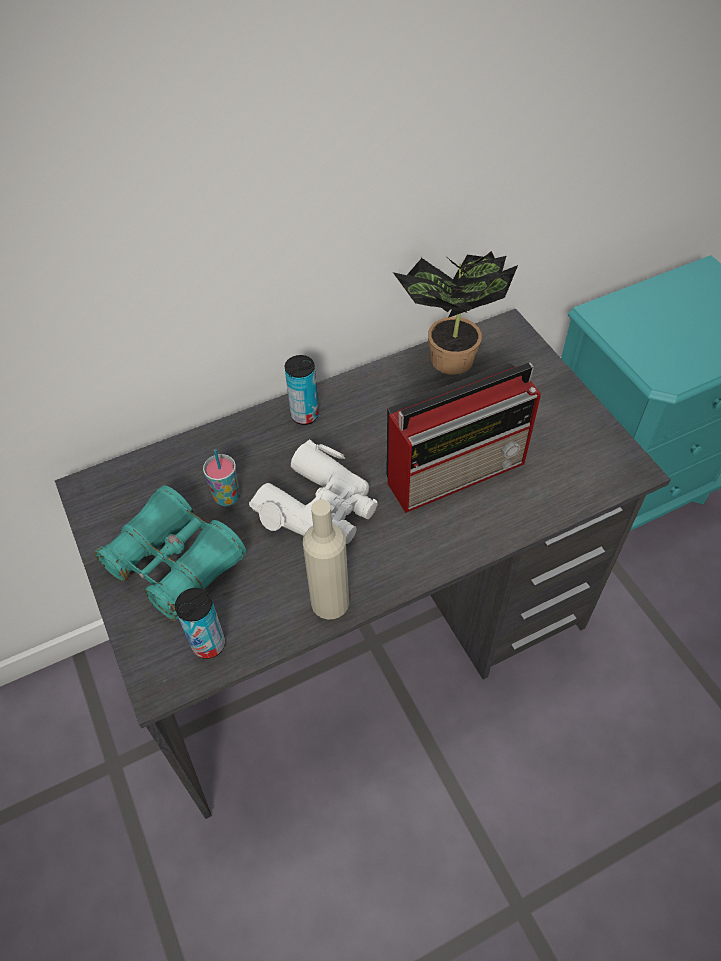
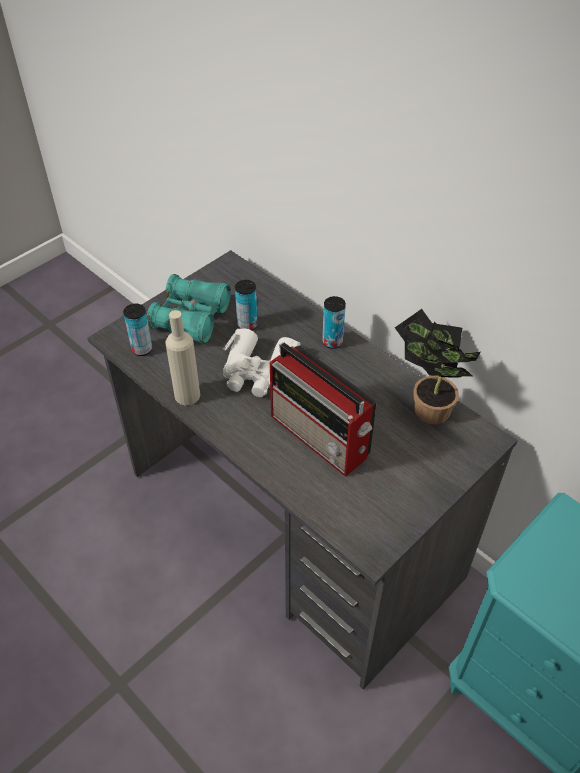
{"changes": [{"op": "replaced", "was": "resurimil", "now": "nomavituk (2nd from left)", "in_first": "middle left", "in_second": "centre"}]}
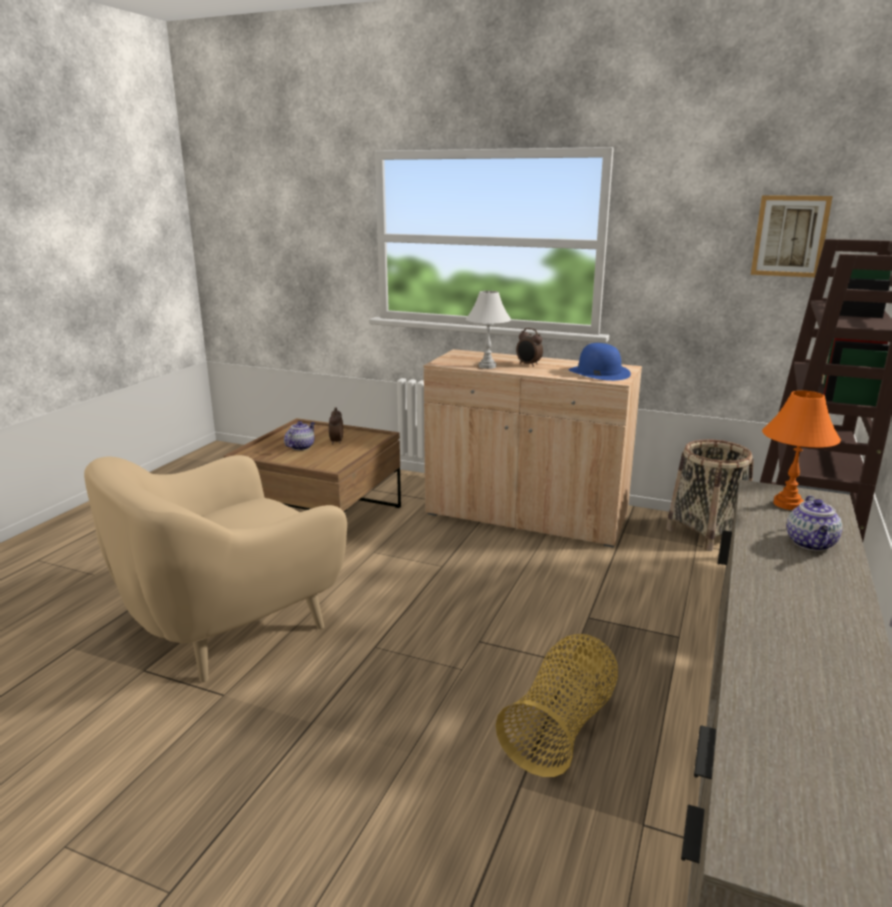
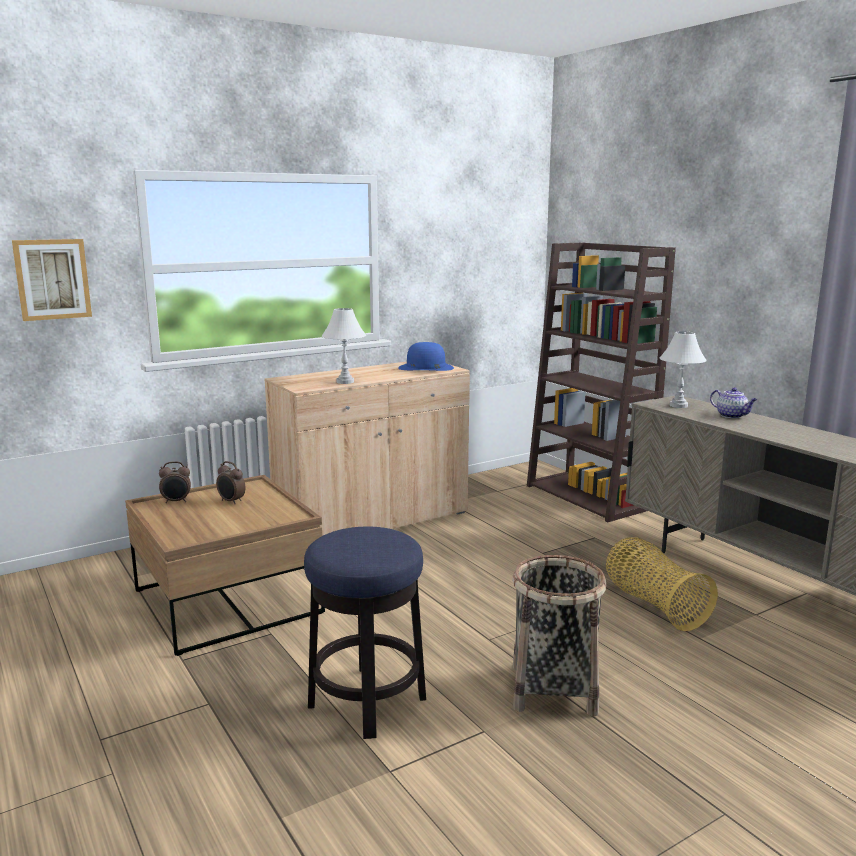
{"changes": [{"op": "moved", "was": "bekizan", "in_first": "top right", "in_second": "top left"}, {"op": "moved", "was": "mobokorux (2nd from left in the first image)", "now": "mobokorux (1st from left)", "in_first": "centre", "in_second": "middle left"}, {"op": "replaced", "was": "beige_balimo", "now": "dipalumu", "in_first": "middle left", "in_second": "bottom centre"}, {"op": "moved", "was": "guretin (2nd from left in the first image)", "now": "guretin (1st from left)", "in_first": "middle right", "in_second": "bottom centre"}, {"op": "recoloured", "was": "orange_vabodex", "now": "white_vabodex (2nd from left)", "in_first": "middle right", "in_second": "middle right"}, {"op": "removed", "was": "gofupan (1st from left)", "in_first": "centre"}]}
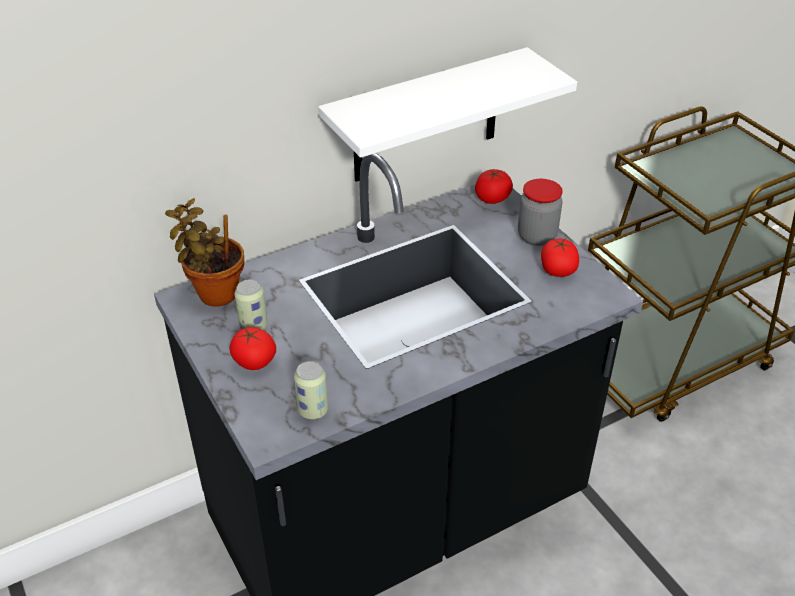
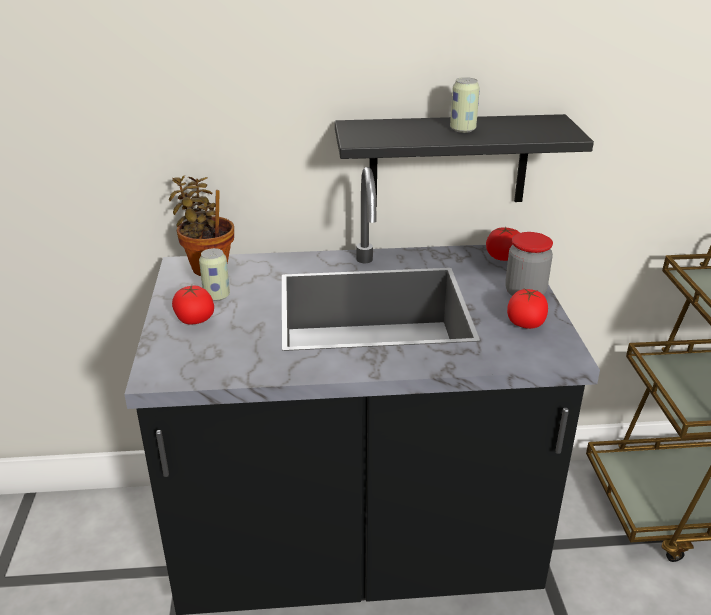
{"changes": [{"op": "recoloured", "was": "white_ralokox", "now": "black_ralokox", "in_first": "top centre", "in_second": "top centre"}, {"op": "moved", "was": "nomavituk (2nd from left)", "in_first": "centre", "in_second": "top centre"}]}
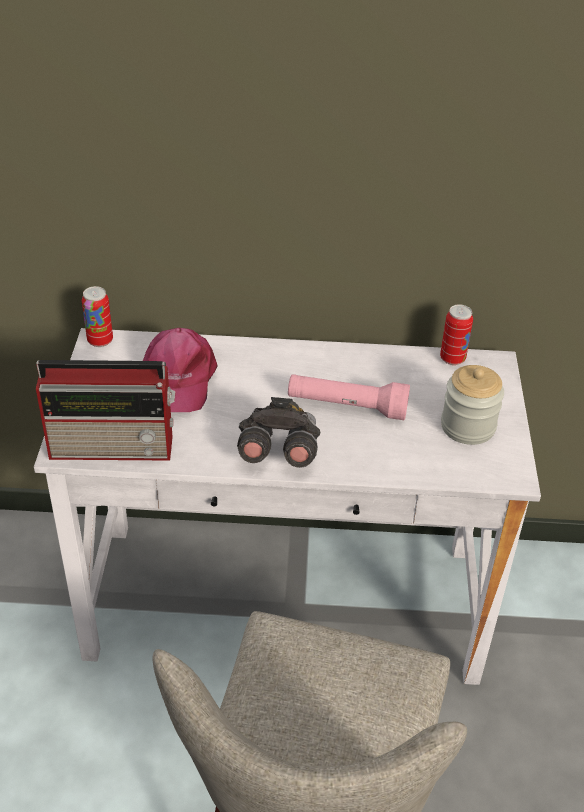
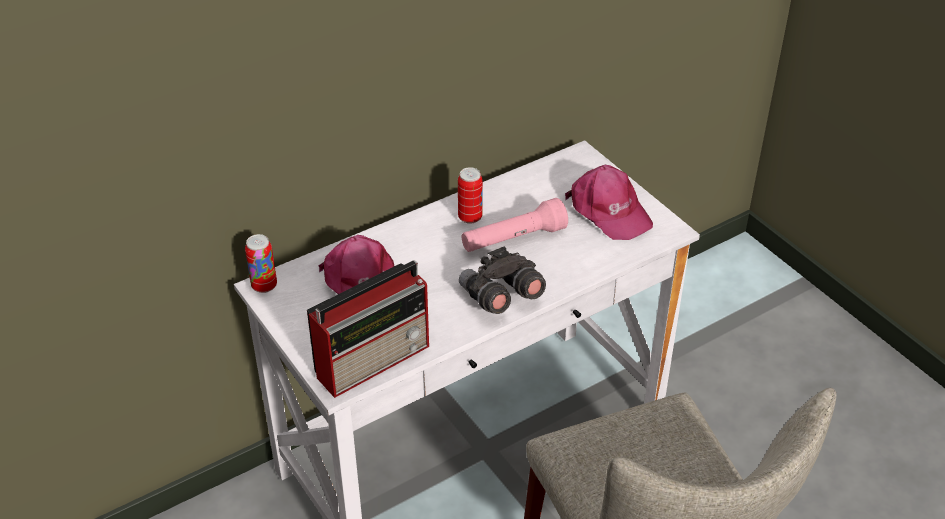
{"changes": [{"op": "moved", "was": "nomavituk (2nd from left)", "in_first": "middle right", "in_second": "centre"}, {"op": "replaced", "was": "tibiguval", "now": "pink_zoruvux (2nd from left)", "in_first": "middle right", "in_second": "centre"}]}
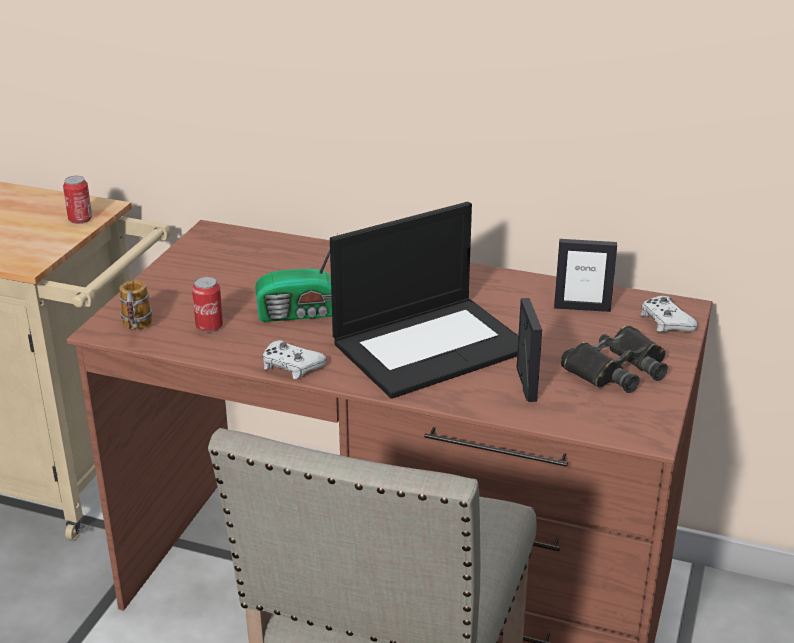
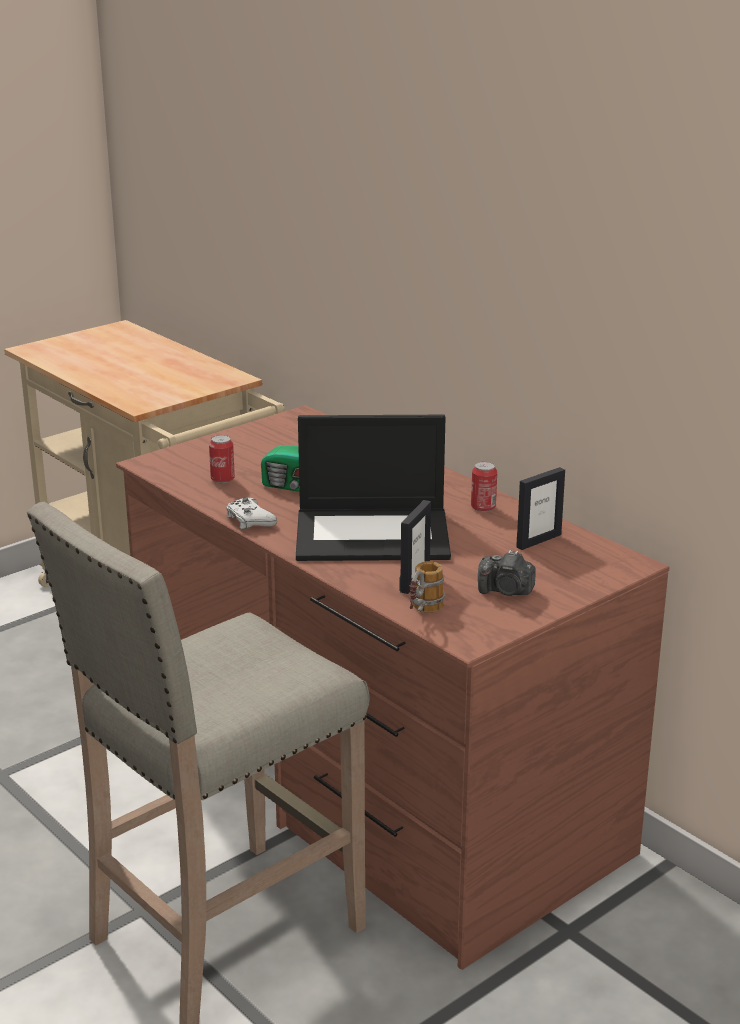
{"changes": [{"op": "moved", "was": "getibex", "in_first": "middle left", "in_second": "centre"}, {"op": "moved", "was": "nomavituk (1st from left in the first image)", "now": "nomavituk (2nd from left)", "in_first": "top left", "in_second": "centre"}, {"op": "replaced", "was": "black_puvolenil", "now": "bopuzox", "in_first": "middle right", "in_second": "middle right"}, {"op": "turned", "was": "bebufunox (2nd from left)", "in_first": "middle right", "in_second": "middle right", "clockwise": -75}, {"op": "removed", "was": "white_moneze (2nd from left)", "in_first": "middle right"}]}
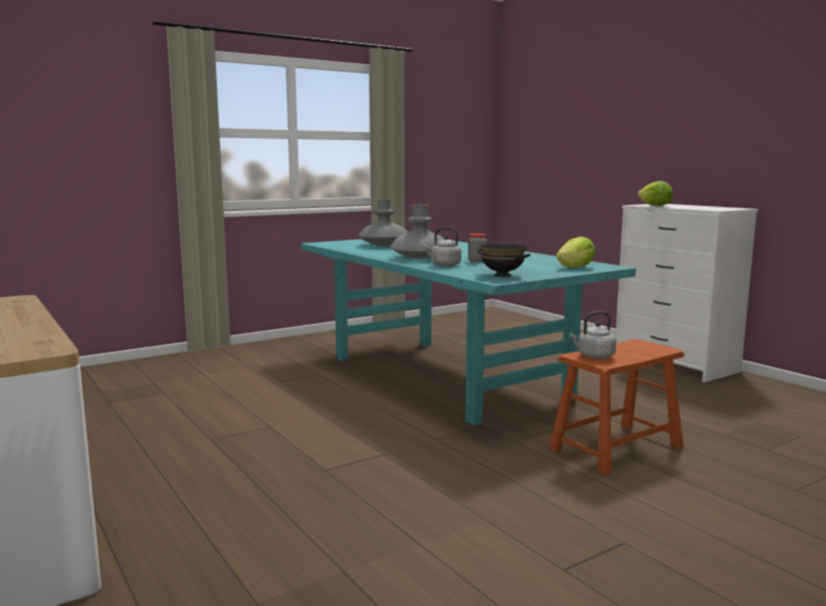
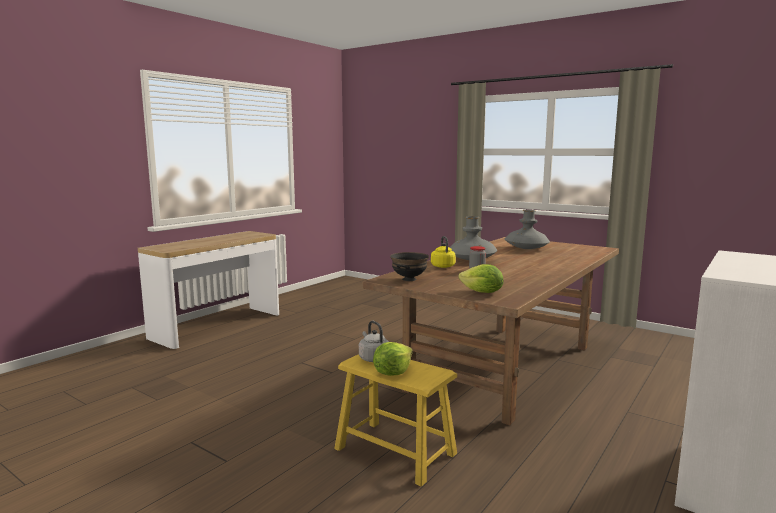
{"changes": [{"op": "recoloured", "was": "brown_dipalumu", "now": "yellow_dipalumu", "in_first": "bottom right", "in_second": "bottom centre"}, {"op": "recoloured", "was": "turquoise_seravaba", "now": "brown_seravaba", "in_first": "centre", "in_second": "centre"}, {"op": "moved", "was": "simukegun (2nd from left in the first image)", "now": "simukegun (1st from left)", "in_first": "top right", "in_second": "bottom centre"}, {"op": "recoloured", "was": "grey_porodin (1st from left)", "now": "yellow_porodin", "in_first": "centre", "in_second": "centre"}]}
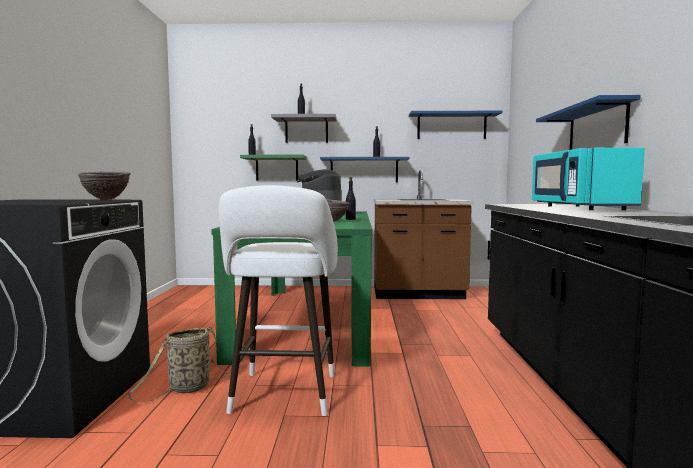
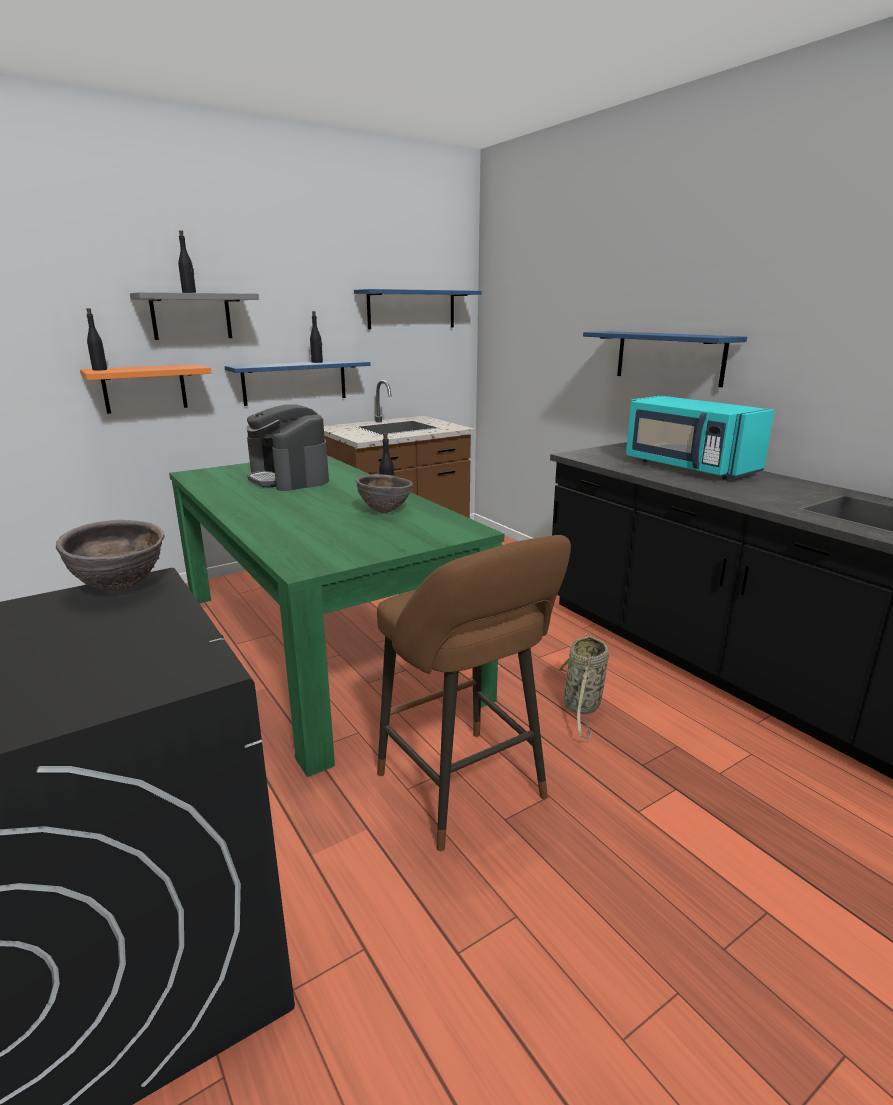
{"changes": [{"op": "recoloured", "was": "green_ralokox", "now": "orange_ralokox", "in_first": "centre", "in_second": "middle left"}, {"op": "recoloured", "was": "white_dipalumu", "now": "brown_dipalumu", "in_first": "centre", "in_second": "centre"}, {"op": "moved", "was": "guretin", "in_first": "bottom left", "in_second": "centre"}]}
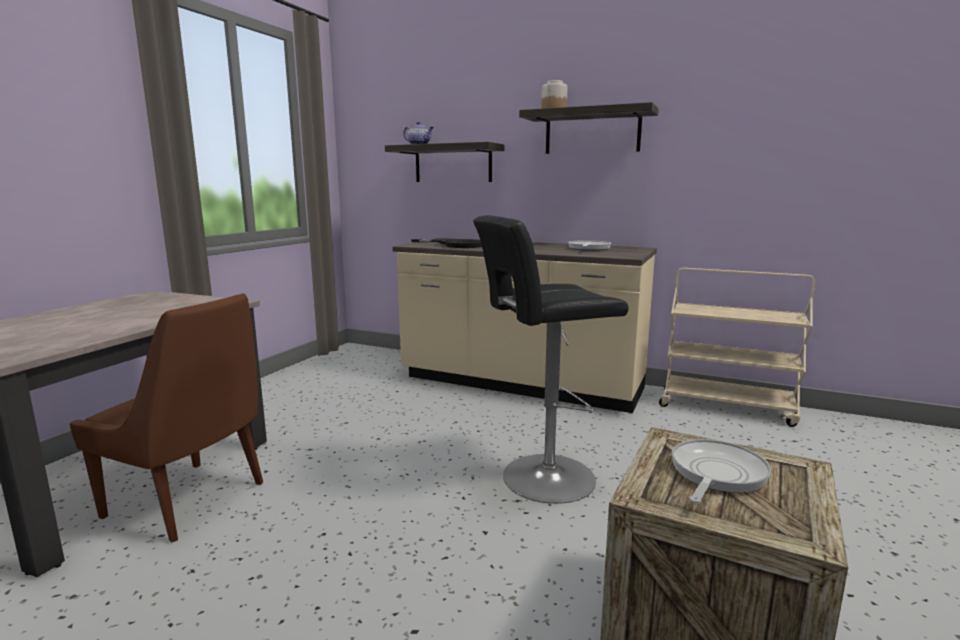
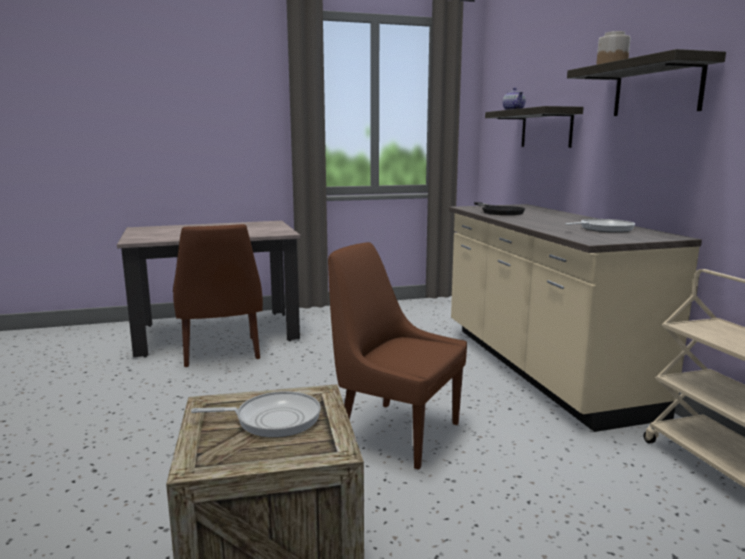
{"changes": [{"op": "replaced", "was": "black_dipalumu", "now": "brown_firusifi (2nd from left)", "in_first": "centre", "in_second": "centre"}]}
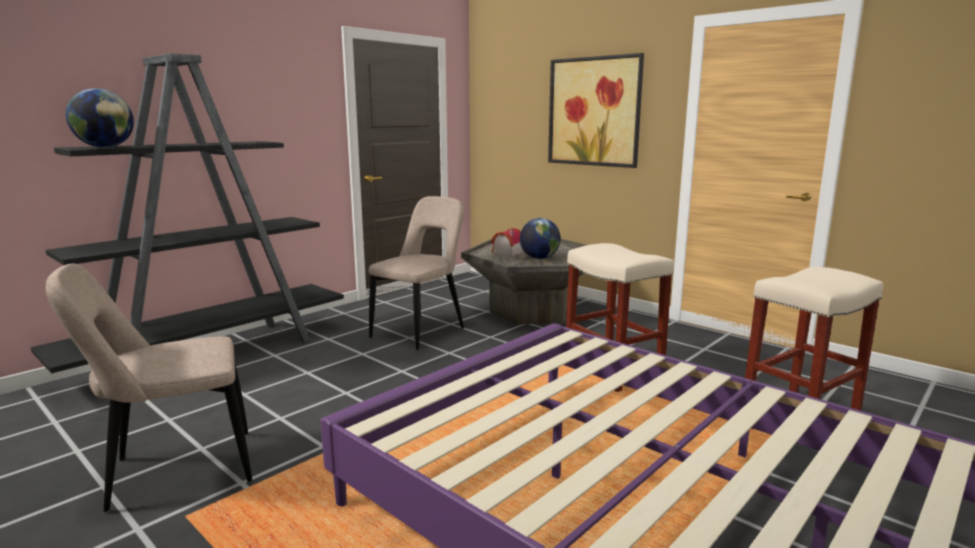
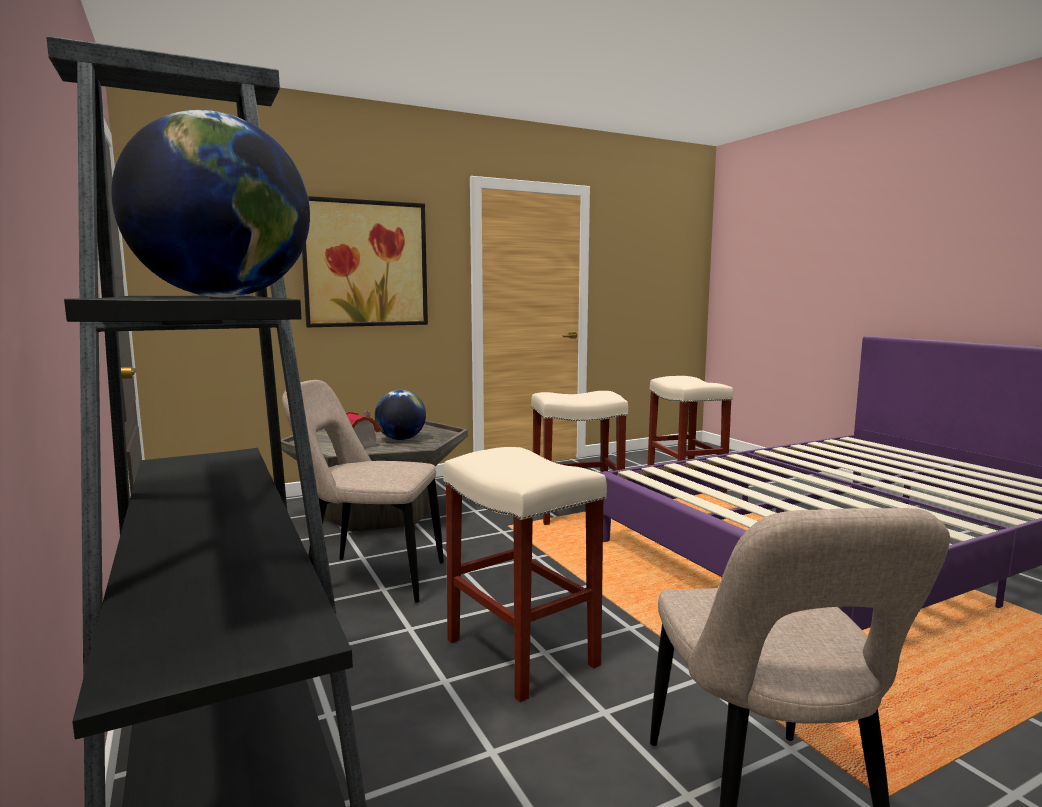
{"changes": [{"op": "turned", "was": "beige_firusifi (2nd from left in the first image)", "in_first": "centre", "in_second": "centre", "clockwise": -45}, {"op": "added", "now": "beige_dipalumu (1st from left)", "in_second": "bottom centre"}]}
